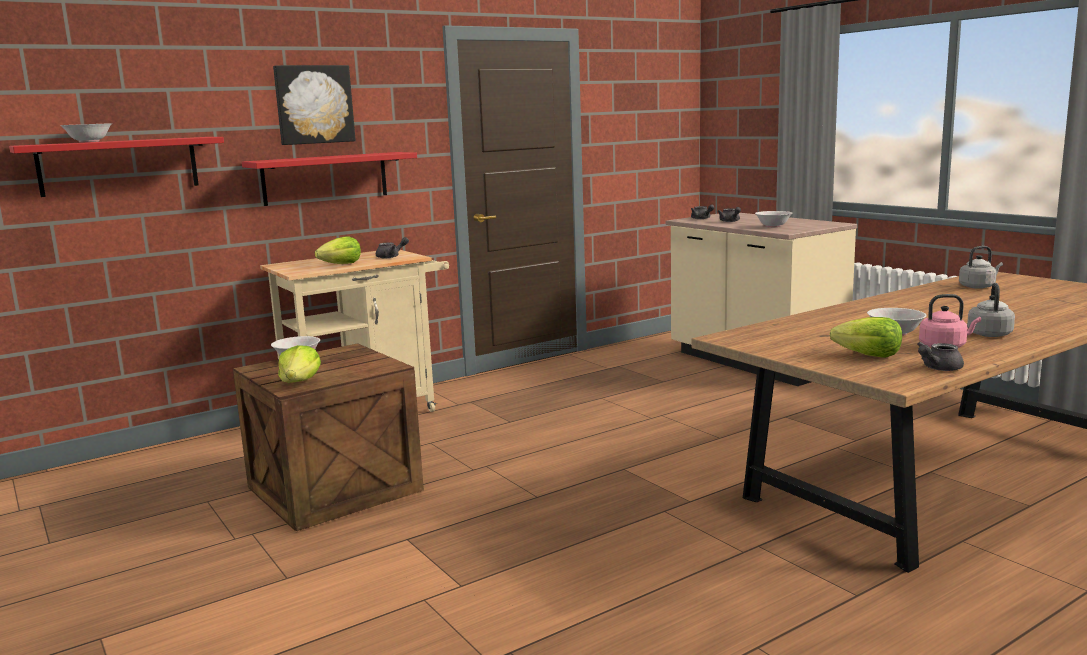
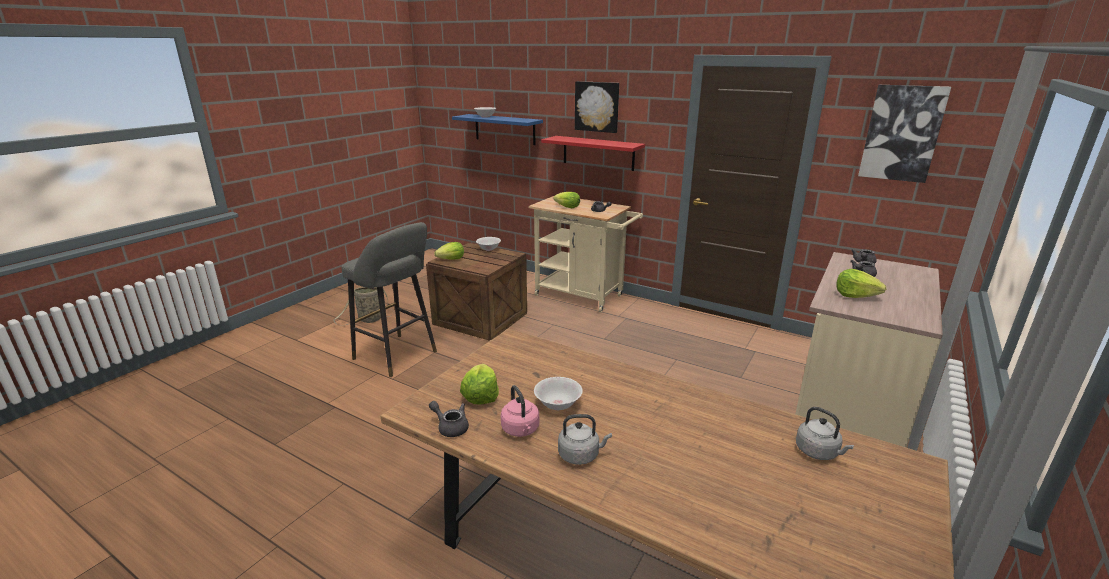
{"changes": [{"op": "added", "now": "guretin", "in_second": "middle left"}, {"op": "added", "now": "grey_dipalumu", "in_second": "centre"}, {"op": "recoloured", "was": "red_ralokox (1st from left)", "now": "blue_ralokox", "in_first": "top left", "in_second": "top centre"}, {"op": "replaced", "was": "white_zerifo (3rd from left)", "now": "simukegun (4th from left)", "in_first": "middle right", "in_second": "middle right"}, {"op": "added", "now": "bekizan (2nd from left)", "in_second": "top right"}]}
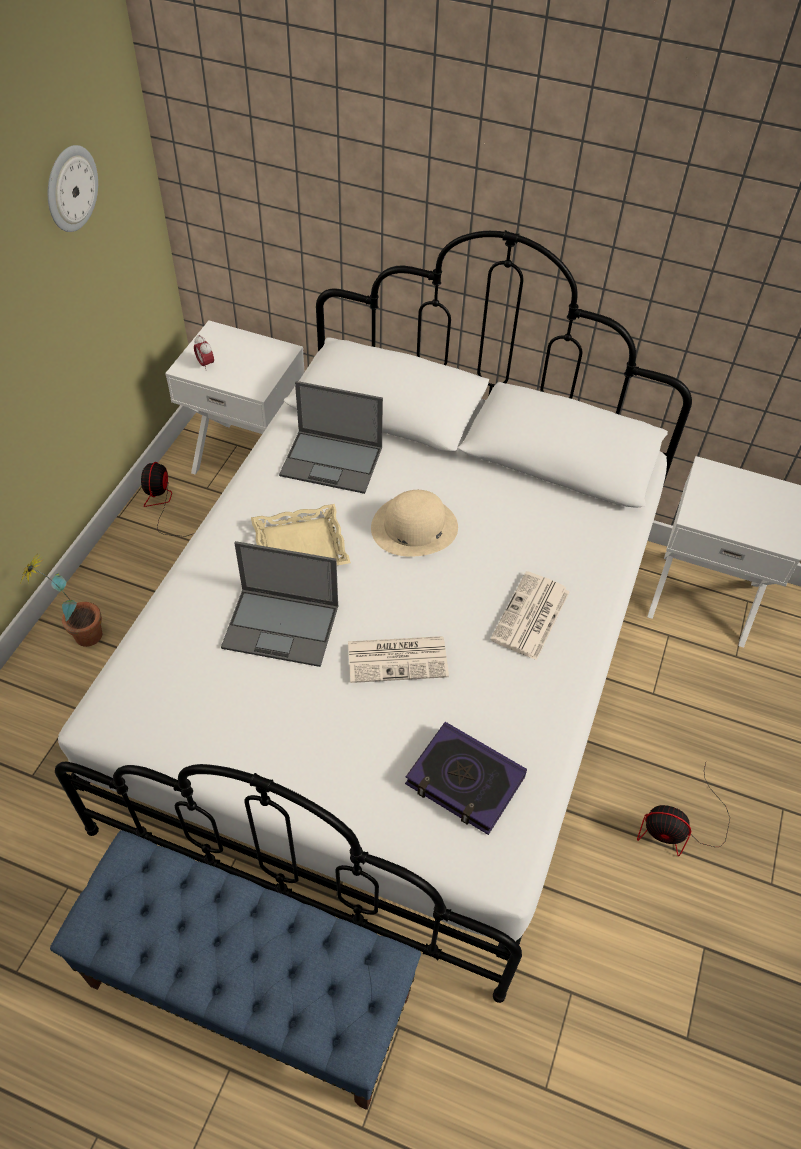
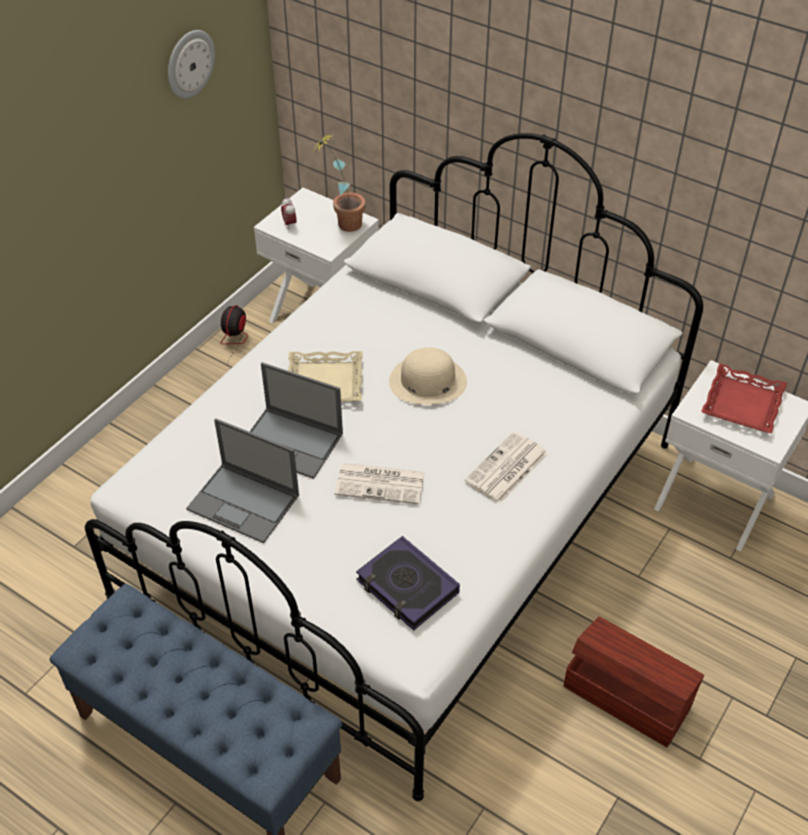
{"changes": [{"op": "moved", "was": "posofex (2nd from left in the first image)", "now": "posofex (1st from left)", "in_first": "centre", "in_second": "middle left"}, {"op": "moved", "was": "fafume", "in_first": "middle left", "in_second": "top centre"}, {"op": "replaced", "was": "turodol (2nd from left)", "now": "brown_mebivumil", "in_first": "bottom right", "in_second": "bottom right"}, {"op": "added", "now": "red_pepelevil", "in_second": "middle right"}]}
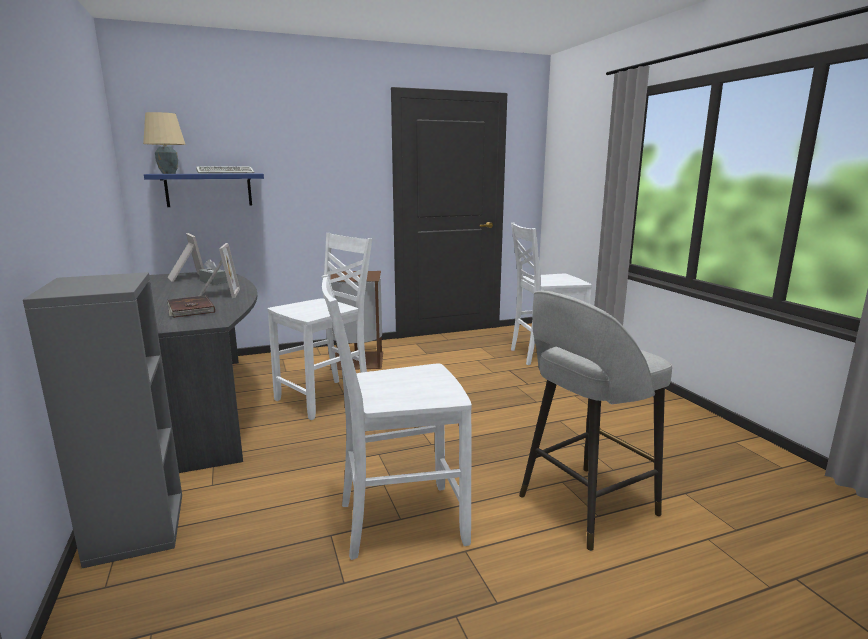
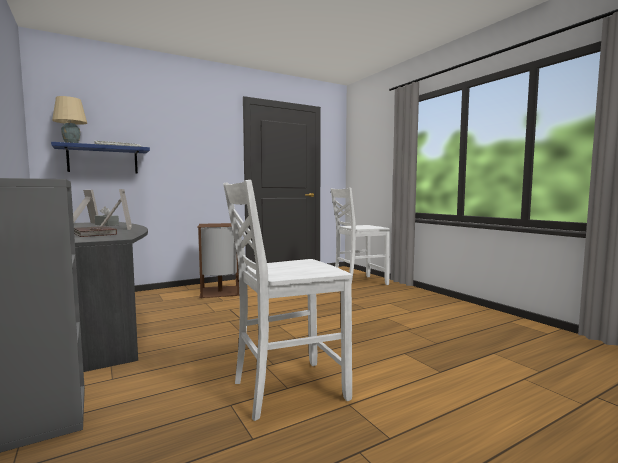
{"changes": [{"op": "removed", "was": "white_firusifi (1st from left)", "in_first": "centre"}, {"op": "removed", "was": "grey_dipalumu", "in_first": "middle right"}]}
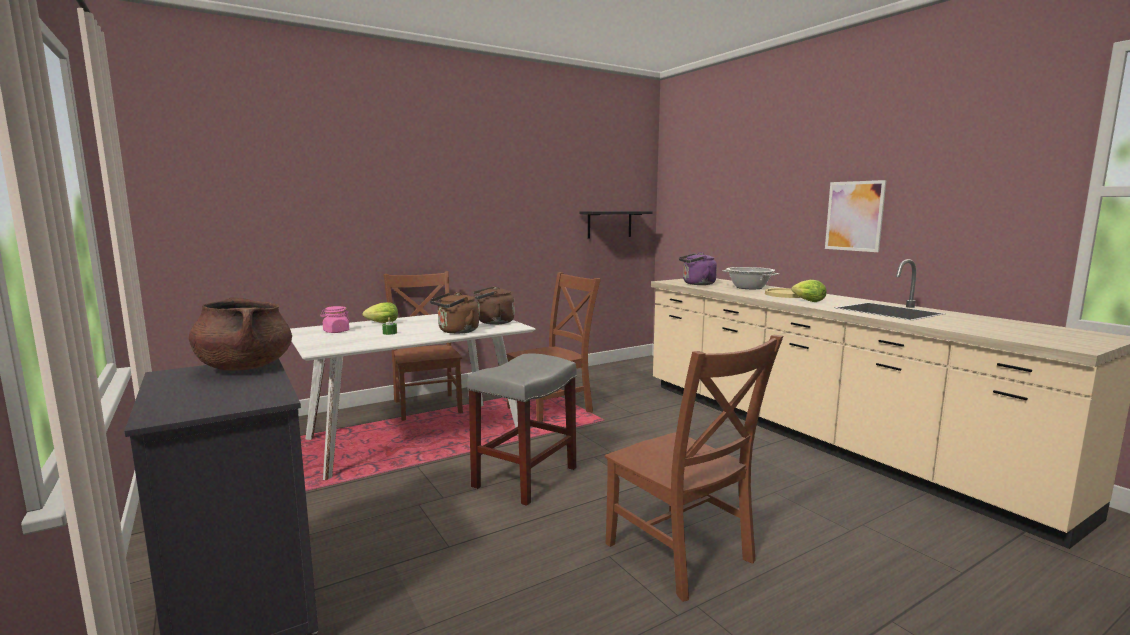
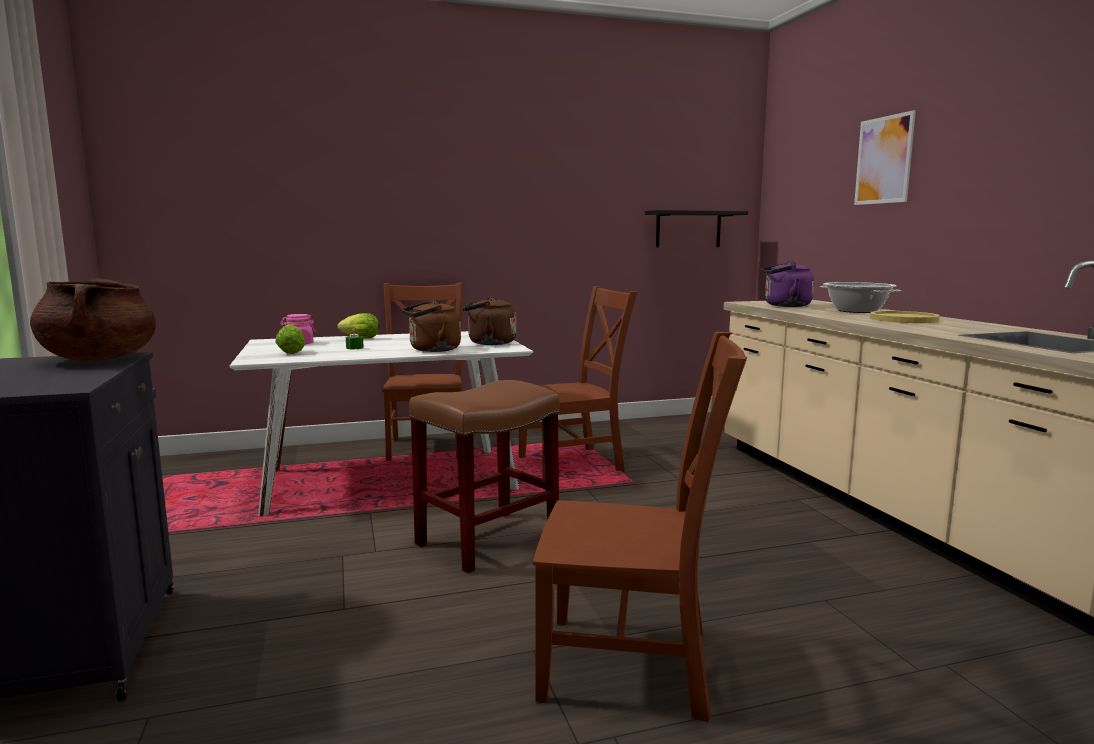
{"changes": [{"op": "moved", "was": "simukegun (2nd from left in the first image)", "now": "simukegun (1st from left)", "in_first": "middle right", "in_second": "middle left"}, {"op": "recoloured", "was": "grey_dipalumu", "now": "brown_dipalumu", "in_first": "bottom centre", "in_second": "centre"}, {"op": "turned", "was": "brown_firusifi (3rd from left)", "in_first": "bottom centre", "in_second": "bottom centre", "clockwise": -60}, {"op": "moved", "was": "bekizan", "in_first": "middle right", "in_second": "top right"}]}
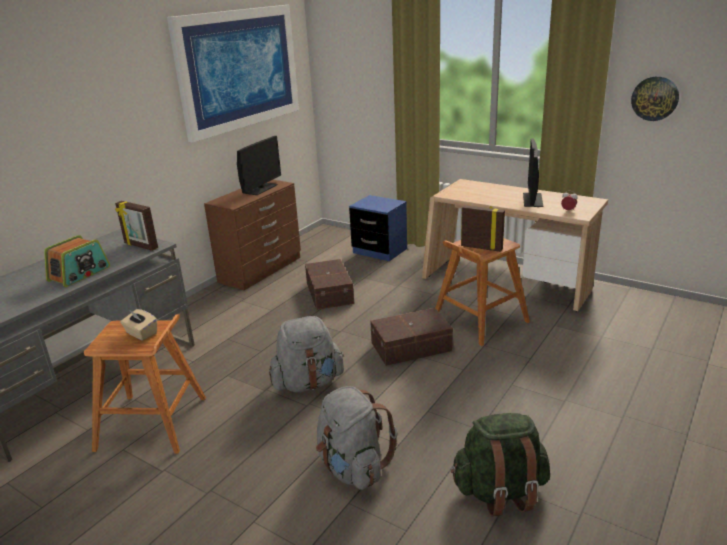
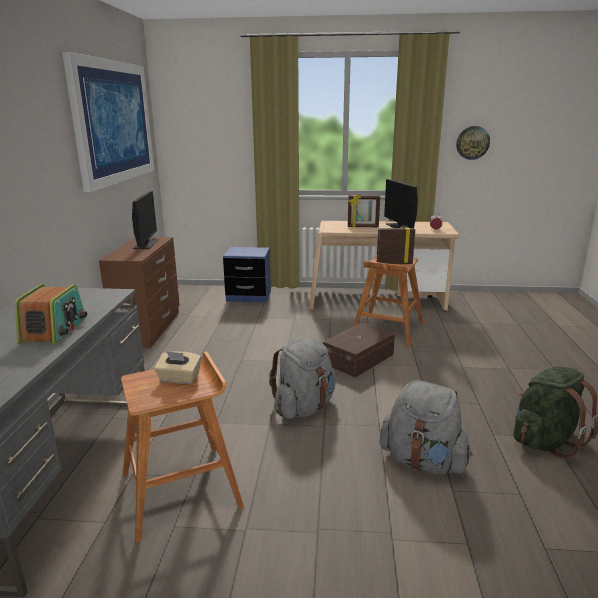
{"changes": [{"op": "moved", "was": "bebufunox (1st from left)", "in_first": "middle left", "in_second": "centre"}, {"op": "removed", "was": "brown_mebivumil (1st from left)", "in_first": "centre"}]}
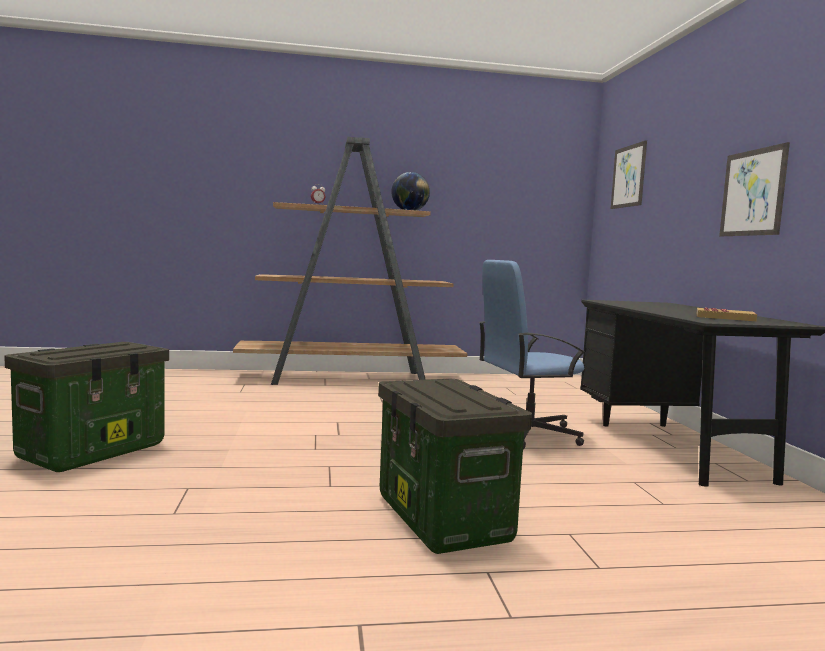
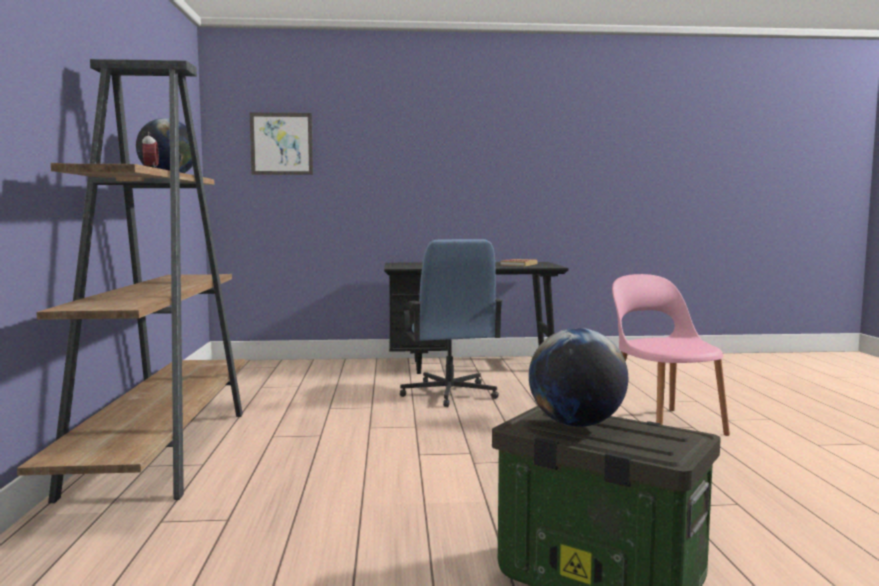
{"changes": [{"op": "added", "now": "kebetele (2nd from left)", "in_second": "centre"}, {"op": "replaced", "was": "mebivumil (2nd from left)", "now": "pink_firusifi", "in_first": "bottom centre", "in_second": "middle right"}, {"op": "removed", "was": "bekizan (2nd from left)", "in_first": "top right"}]}
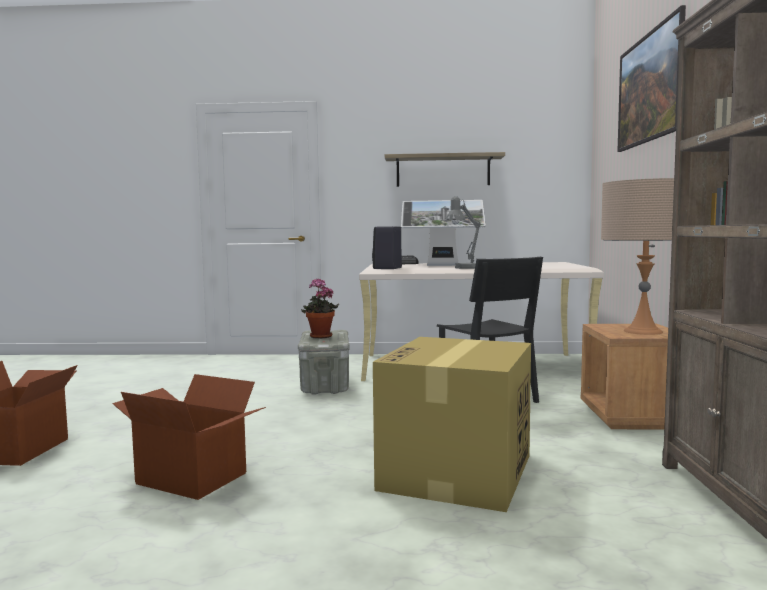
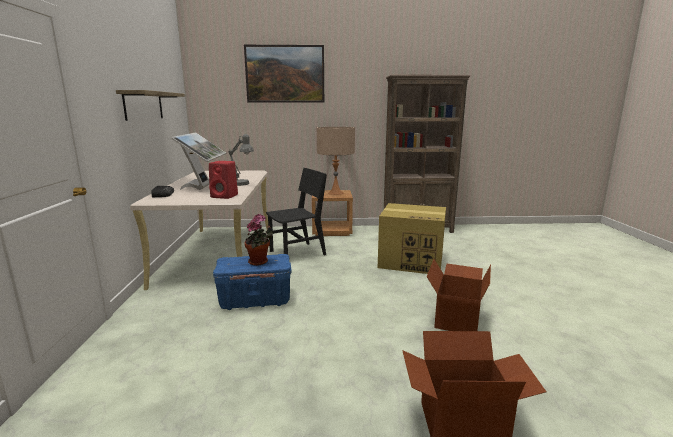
{"changes": [{"op": "recoloured", "was": "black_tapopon", "now": "red_tapopon", "in_first": "centre", "in_second": "middle left"}, {"op": "recoloured", "was": "grey_mebivumil", "now": "blue_mebivumil", "in_first": "centre", "in_second": "centre"}]}
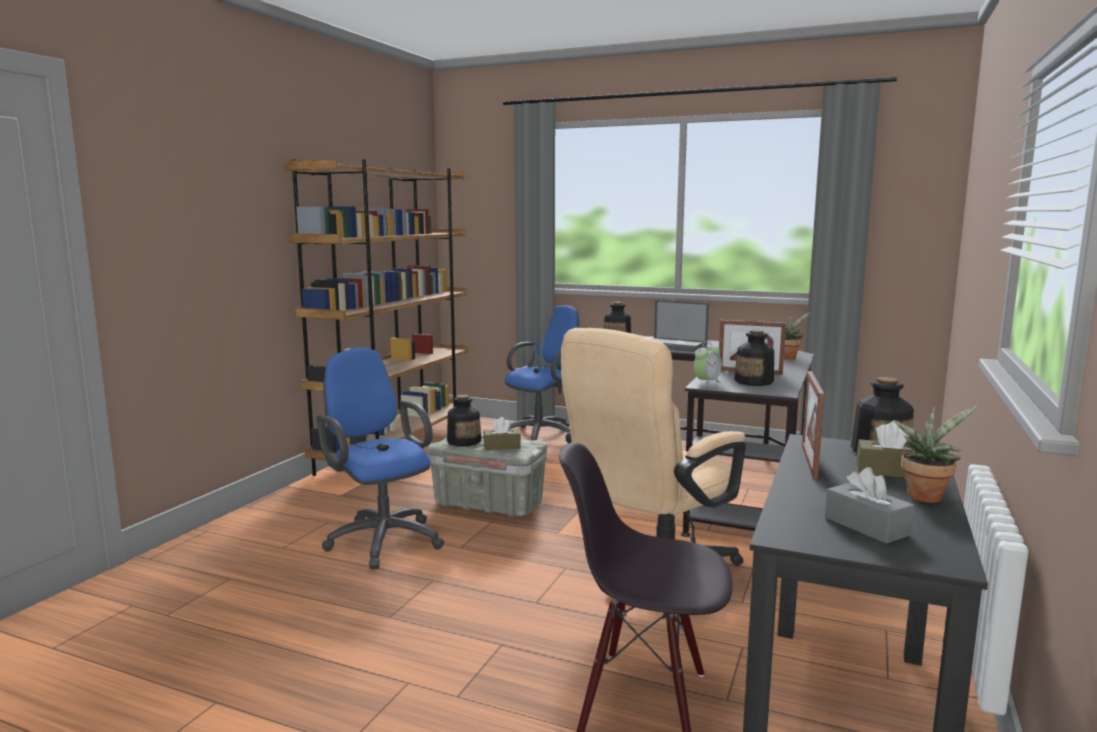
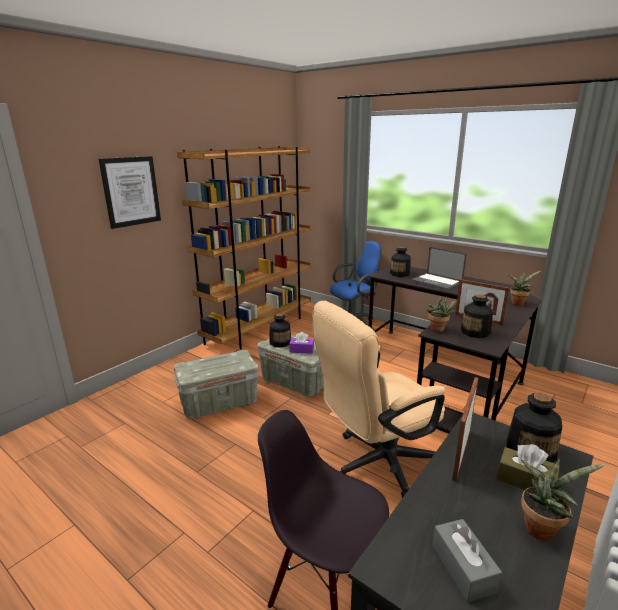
{"changes": [{"op": "added", "now": "bekizan", "in_second": "top left"}, {"op": "replaced", "was": "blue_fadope (1st from left)", "now": "grey_mebivumil (1st from left)", "in_first": "centre", "in_second": "centre"}, {"op": "recoloured", "was": "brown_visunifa (1st from left)", "now": "purple_visunifa", "in_first": "centre", "in_second": "centre"}, {"op": "replaced", "was": "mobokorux", "now": "fafume (1st from left)", "in_first": "centre", "in_second": "middle right"}]}
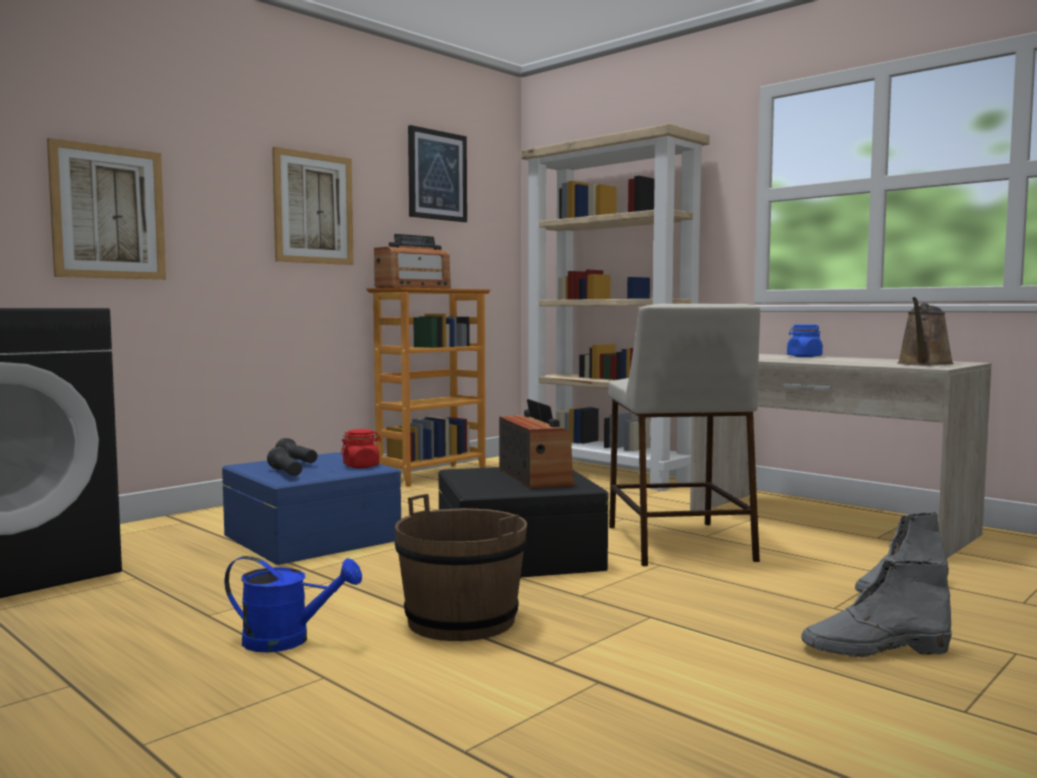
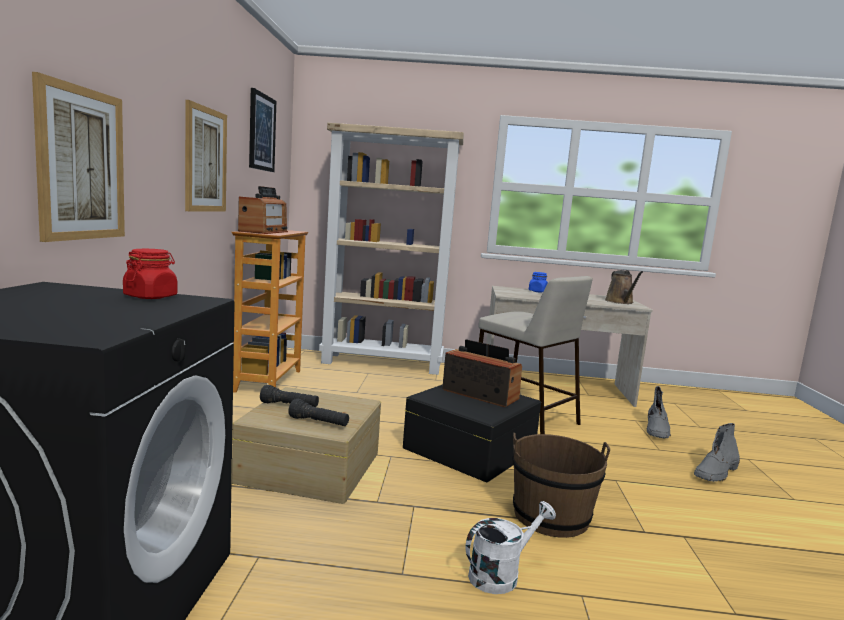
{"changes": [{"op": "moved", "was": "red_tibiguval", "in_first": "centre", "in_second": "middle left"}, {"op": "recoloured", "was": "blue_mebivumil", "now": "beige_mebivumil", "in_first": "middle left", "in_second": "bottom centre"}, {"op": "recoloured", "was": "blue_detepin", "now": "white_detepin", "in_first": "bottom left", "in_second": "bottom centre"}]}
